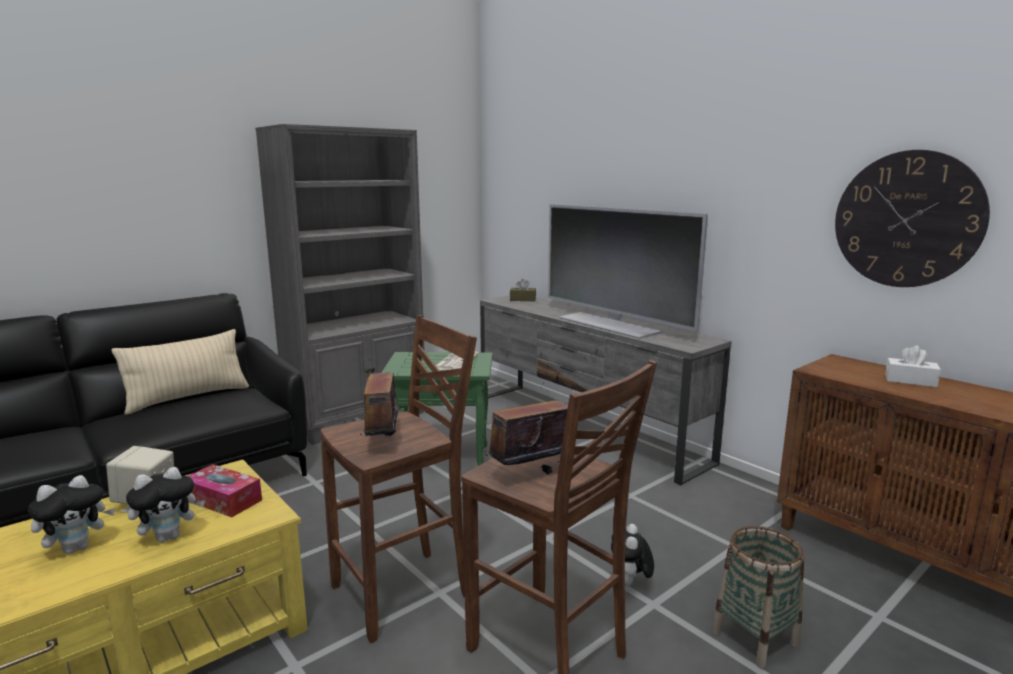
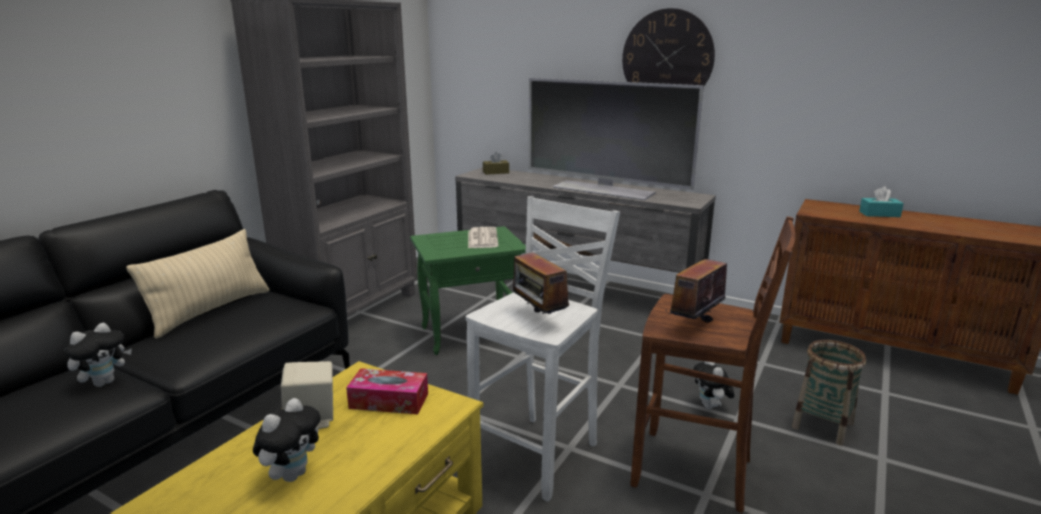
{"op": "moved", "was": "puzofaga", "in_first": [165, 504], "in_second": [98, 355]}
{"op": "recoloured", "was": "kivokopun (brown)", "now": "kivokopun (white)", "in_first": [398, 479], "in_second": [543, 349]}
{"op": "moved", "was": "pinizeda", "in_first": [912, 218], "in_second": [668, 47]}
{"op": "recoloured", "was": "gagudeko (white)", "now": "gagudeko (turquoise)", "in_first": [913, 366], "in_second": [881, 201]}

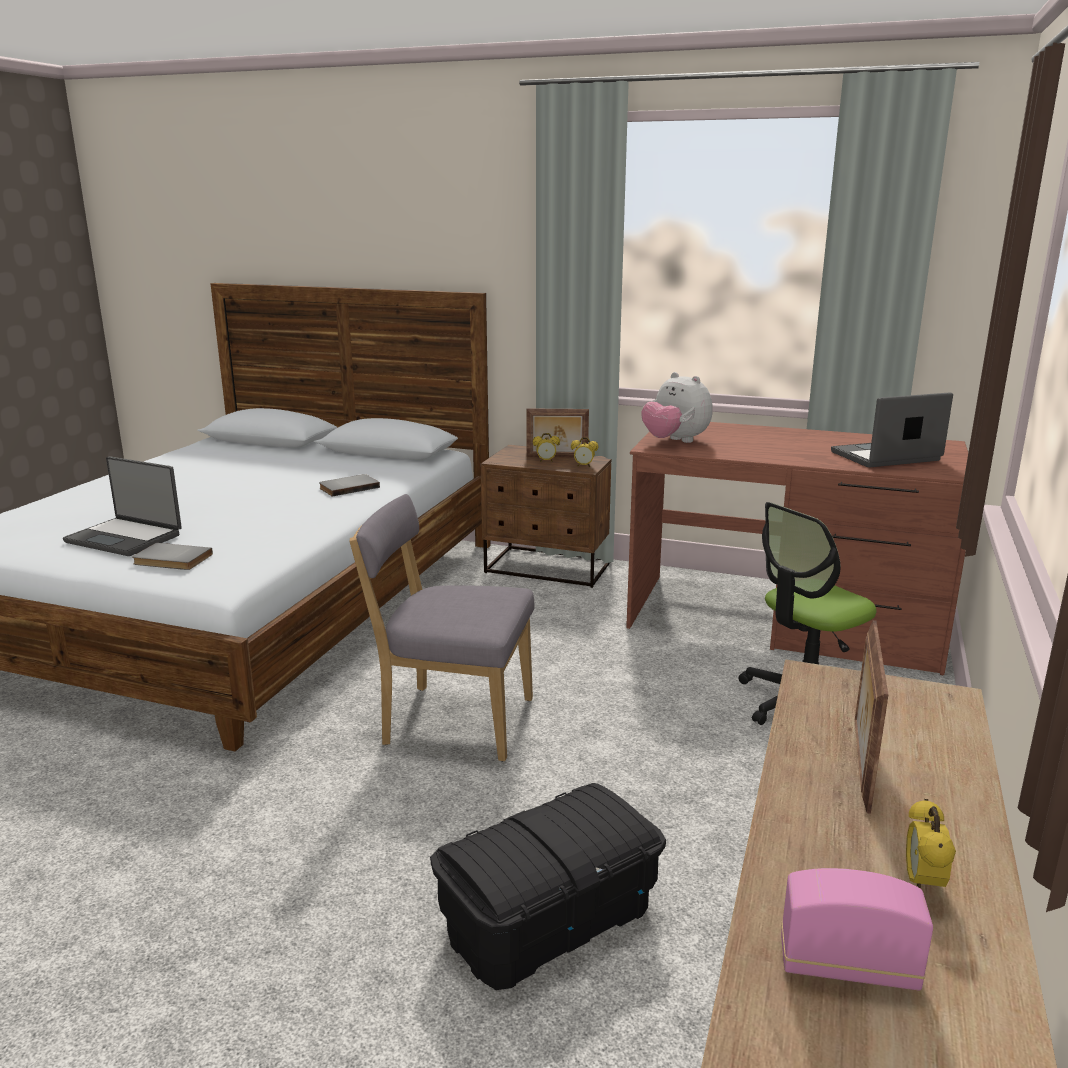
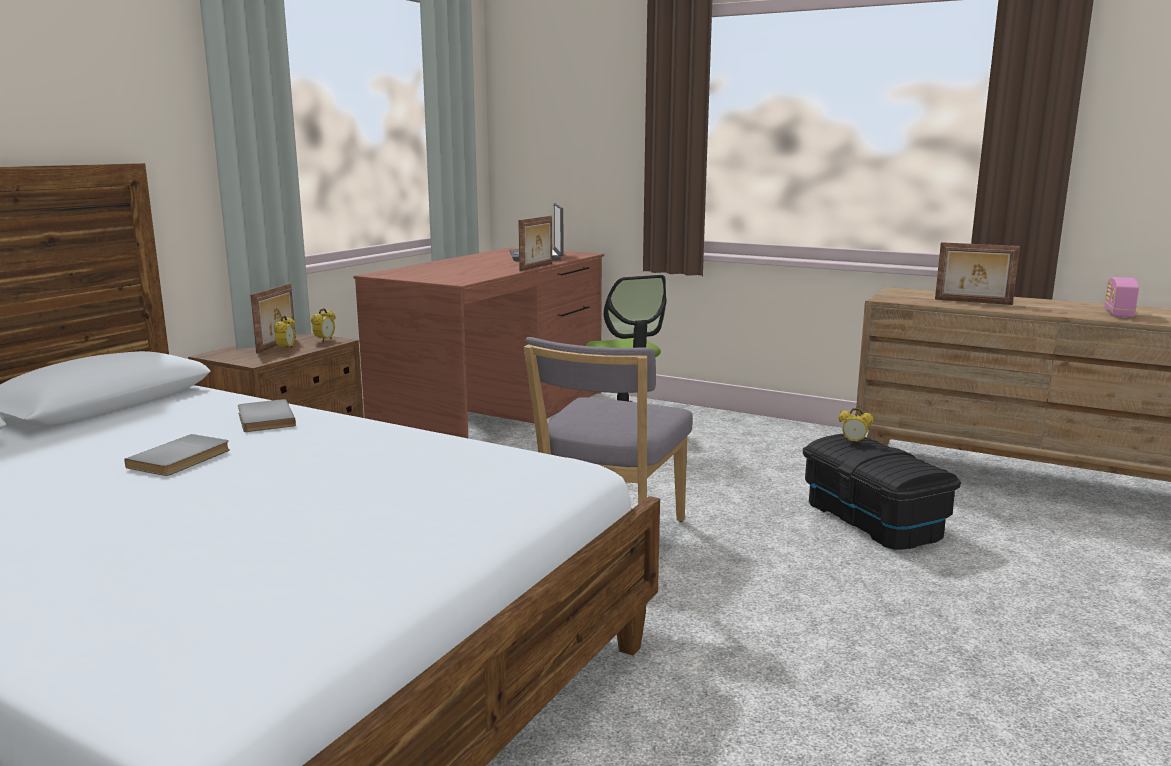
{"op": "moved", "was": "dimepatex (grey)", "in_first": [172, 556], "in_second": [177, 455]}
{"op": "added", "now": "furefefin", "in_second": [535, 243]}
{"op": "moved", "was": "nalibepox", "in_first": [931, 844], "in_second": [856, 426]}
{"op": "removed", "was": "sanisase", "in_first": [122, 506]}
{"op": "removed", "was": "puzofaga", "in_first": [677, 407]}

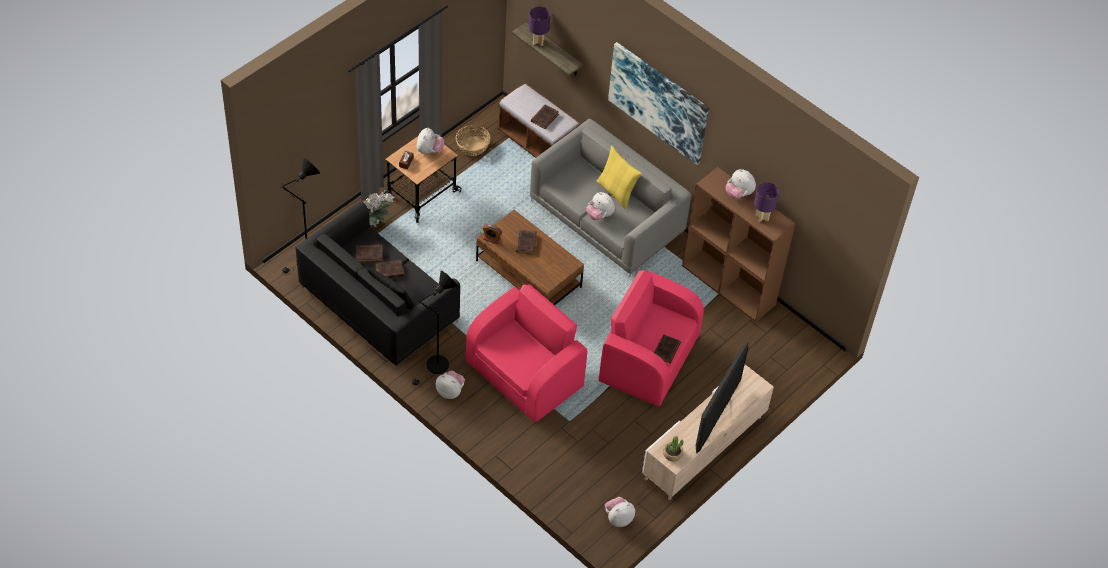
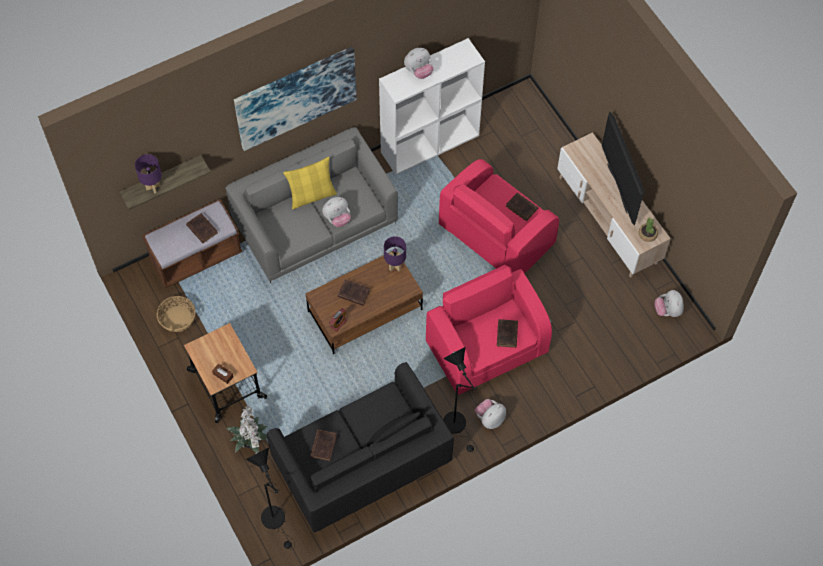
{"op": "recoloured", "was": "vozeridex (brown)", "now": "vozeridex (white)", "in_first": [739, 245], "in_second": [432, 106]}
{"op": "moved", "was": "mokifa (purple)", "in_first": [766, 202], "in_second": [395, 253]}
{"op": "moved", "was": "dimepatex (brown)", "in_first": [389, 269], "in_second": [507, 333]}
{"op": "turned", "was": "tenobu", "in_first": [722, 398], "in_second": [623, 168], "clockwise": -150}
{"op": "removed", "was": "puzofaga", "in_first": [430, 140]}

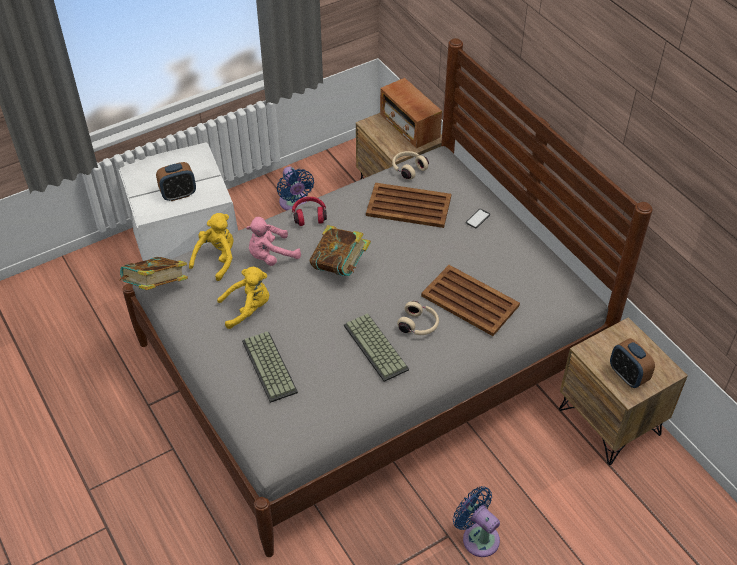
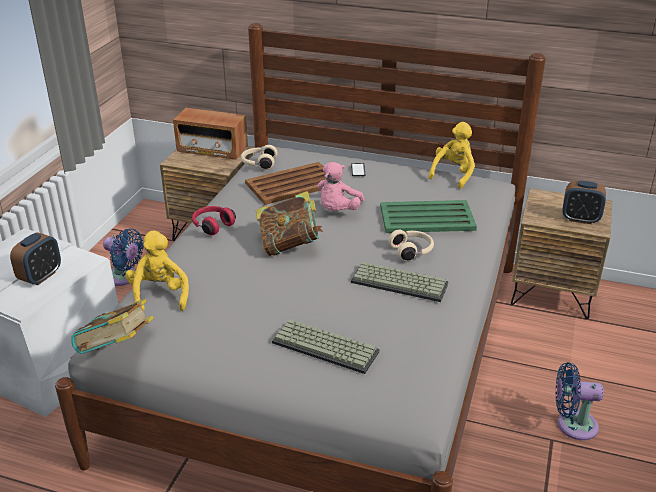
{"op": "moved", "was": "puzofaga (pink)", "in_first": [273, 241], "in_second": [341, 186]}
{"op": "recoloured", "was": "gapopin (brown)", "now": "gapopin (green)", "in_first": [470, 300], "in_second": [428, 216]}
{"op": "moved", "was": "puzofaga (yellow)", "in_first": [243, 298], "in_second": [451, 155]}

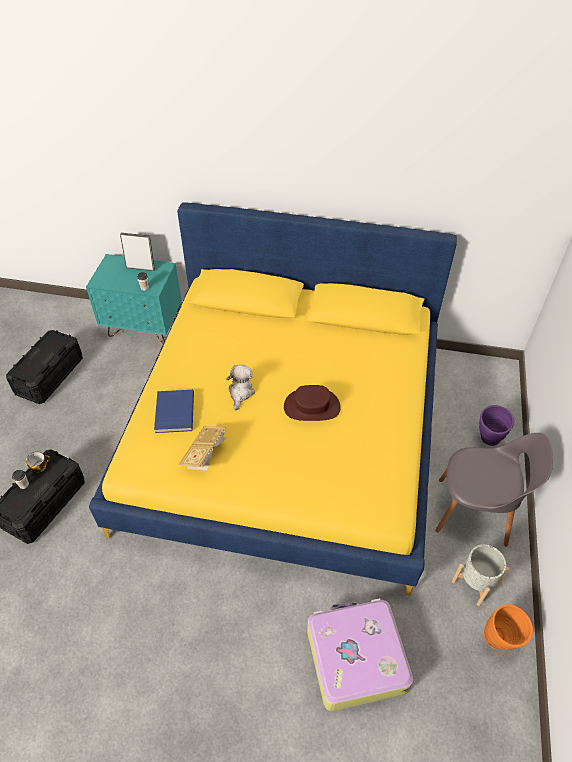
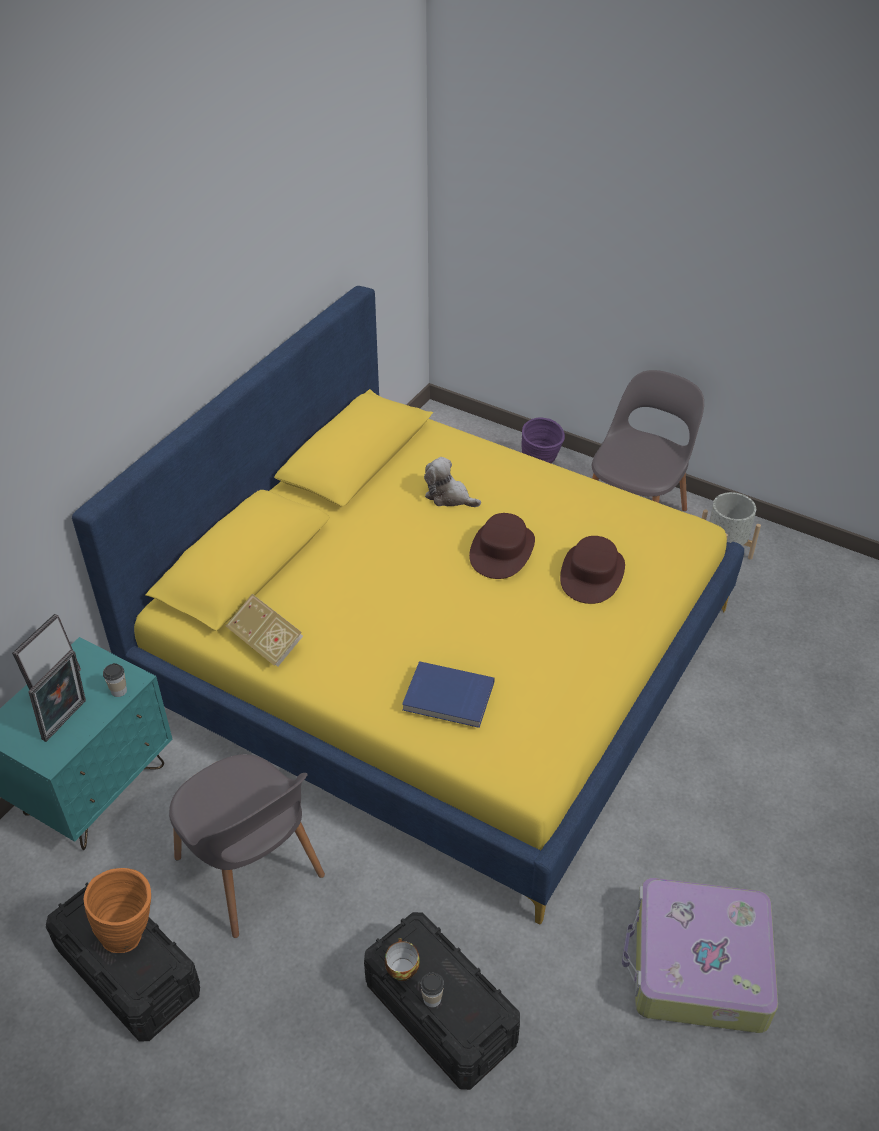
{"op": "added", "now": "furefefin", "in_second": [57, 696]}
{"op": "moved", "was": "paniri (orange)", "in_first": [508, 627], "in_second": [117, 910]}
{"op": "added", "now": "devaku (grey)", "in_second": [247, 846]}
{"op": "moved", "was": "dimepatex", "in_first": [202, 448], "in_second": [264, 630]}
{"op": "moved", "was": "puzofaga", "in_first": [240, 388], "in_second": [452, 482]}
{"op": "added", "now": "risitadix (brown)", "in_second": [592, 570]}
{"op": "moved", "was": "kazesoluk", "in_first": [360, 654], "in_second": [700, 955]}

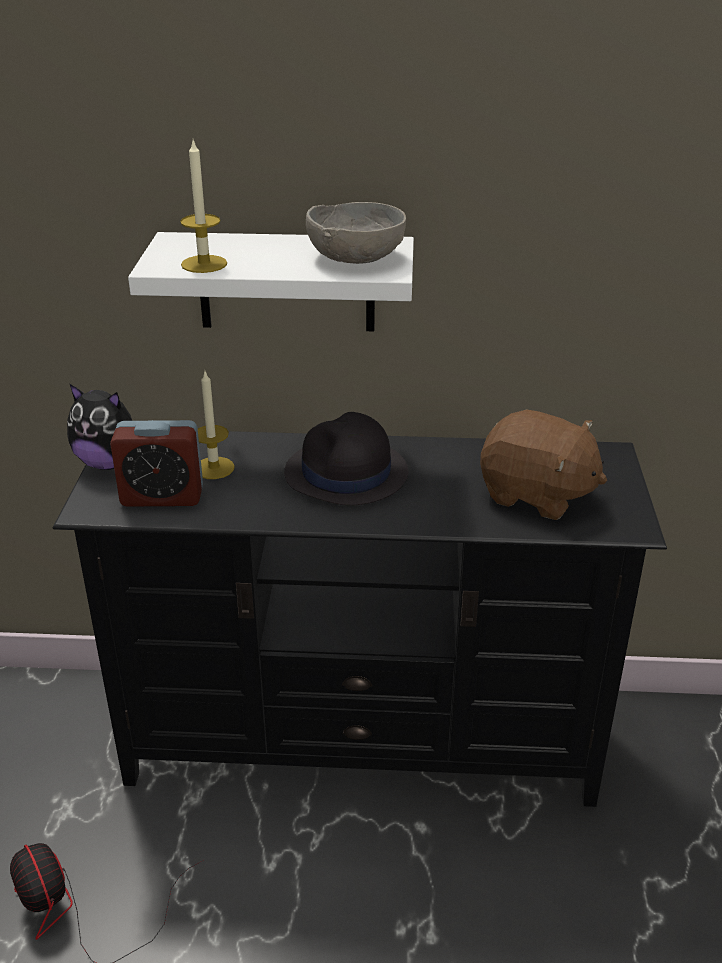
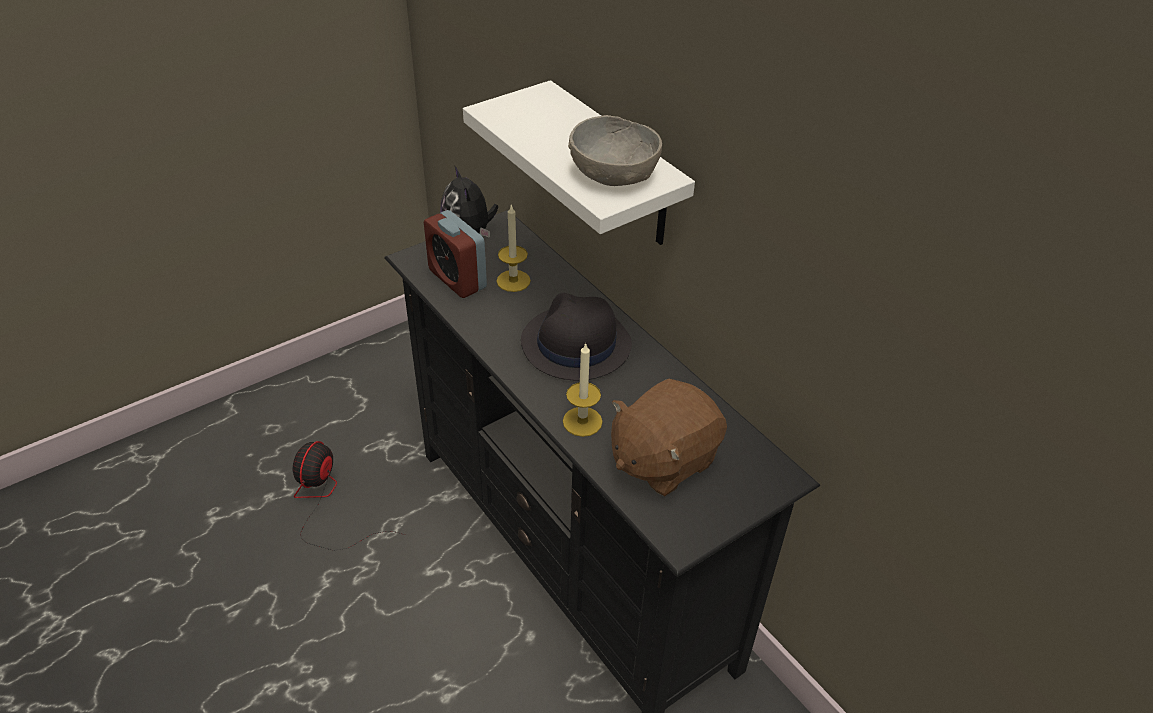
{"op": "moved", "was": "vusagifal", "in_first": [203, 206], "in_second": [583, 389]}
{"op": "turned", "was": "puzofaga (brown)", "in_first": [543, 465], "in_second": [669, 437], "clockwise": 60}

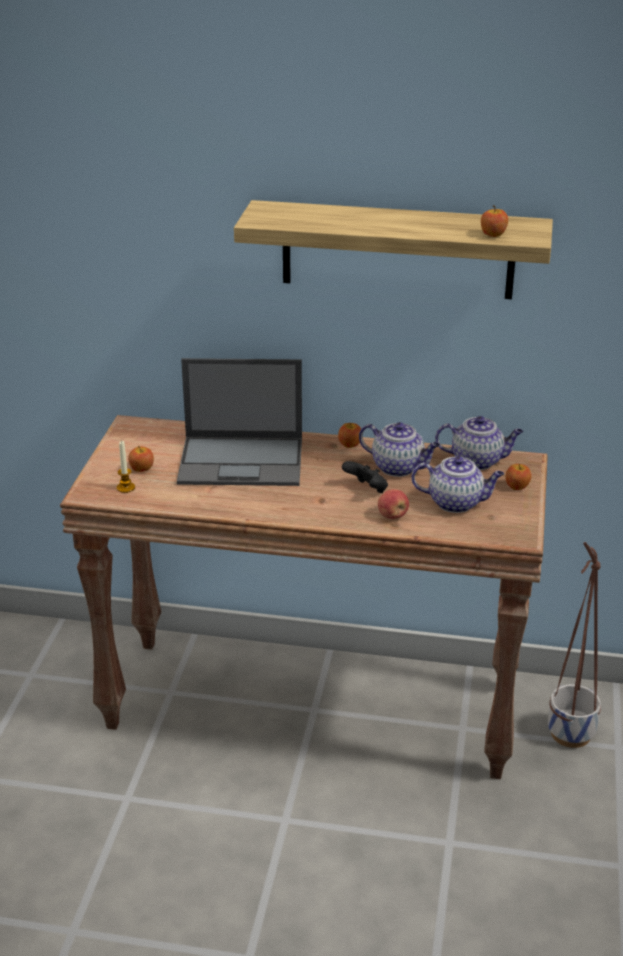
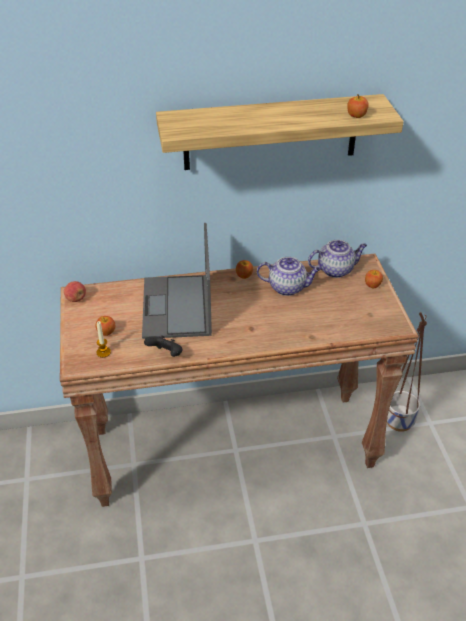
{"op": "moved", "was": "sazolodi", "in_first": [393, 504], "in_second": [75, 291]}
{"op": "turned", "was": "sanisase", "in_first": [239, 422], "in_second": [177, 281], "clockwise": 105}
{"op": "moved", "was": "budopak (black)", "in_first": [365, 477], "in_second": [163, 346]}
{"op": "removed", "was": "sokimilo", "in_first": [457, 484]}

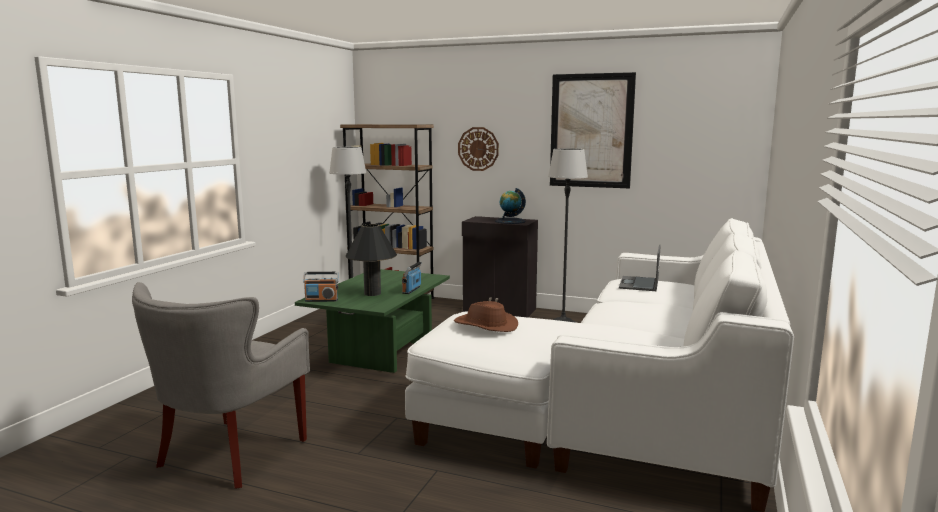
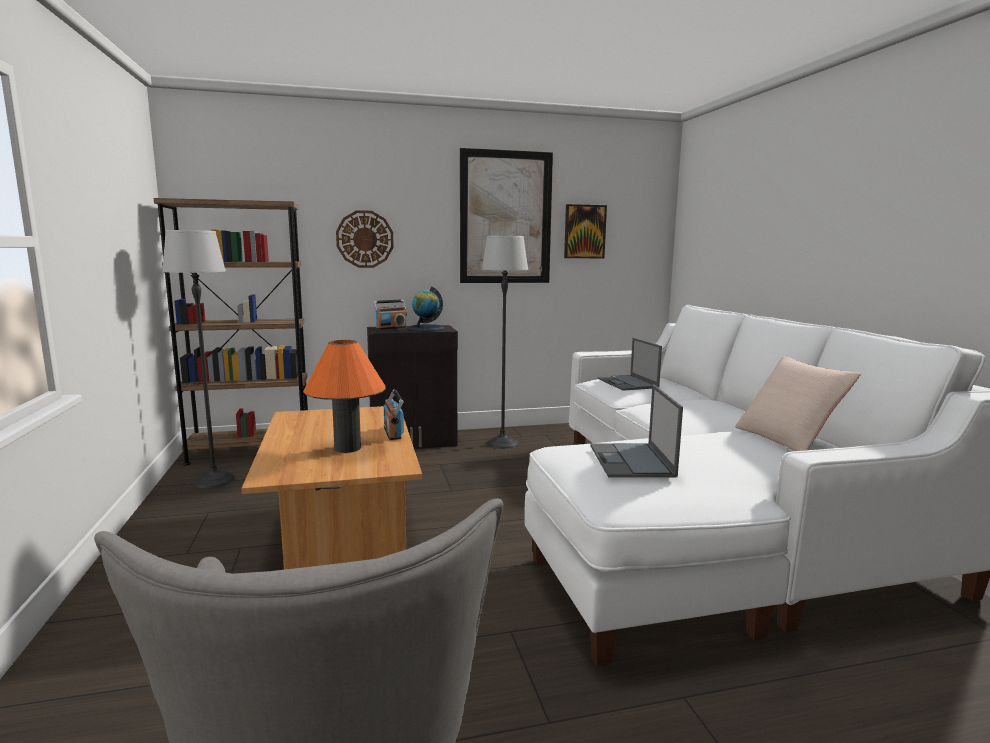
{"op": "recoloured", "was": "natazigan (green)", "now": "natazigan (brown)", "in_first": [372, 321], "in_second": [331, 488]}
{"op": "recoloured", "was": "mokifa (black)", "now": "mokifa (orange)", "in_first": [371, 260], "in_second": [344, 396]}
{"op": "moved", "was": "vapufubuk", "in_first": [320, 287], "in_second": [390, 314]}
{"op": "added", "now": "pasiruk", "in_second": [585, 231]}
{"op": "replaced", "was": "risitadix (brown)", "now": "sanisase", "in_first": [486, 316], "in_second": [636, 431]}
{"op": "added", "now": "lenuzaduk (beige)", "in_second": [797, 403]}

